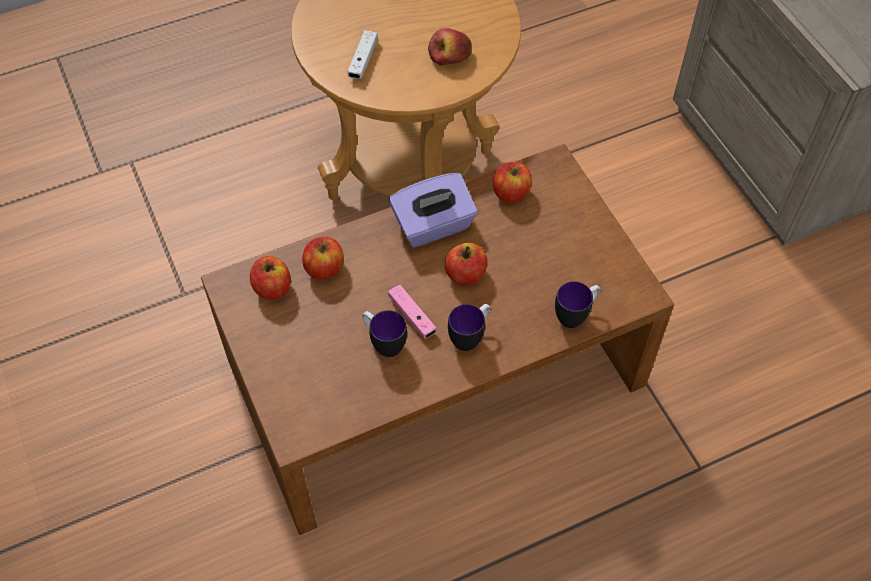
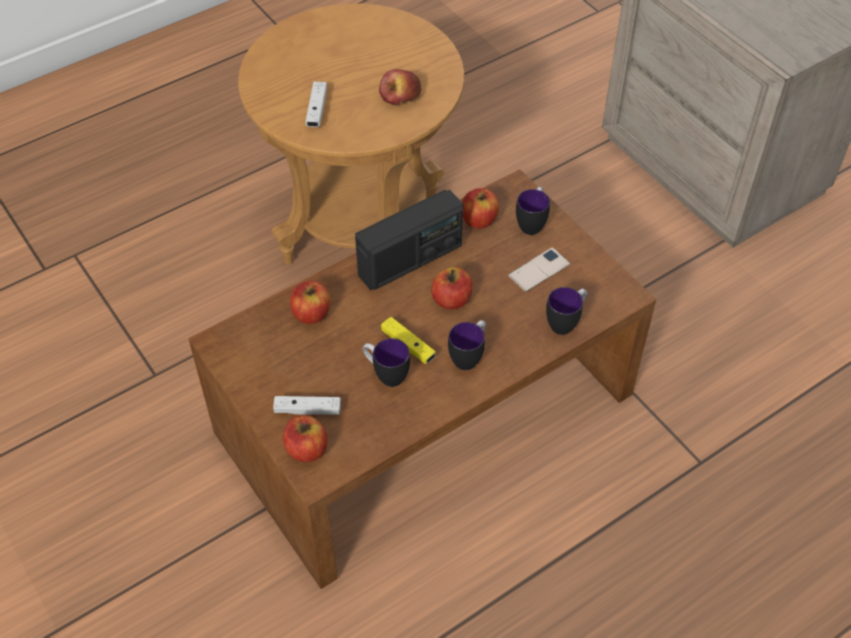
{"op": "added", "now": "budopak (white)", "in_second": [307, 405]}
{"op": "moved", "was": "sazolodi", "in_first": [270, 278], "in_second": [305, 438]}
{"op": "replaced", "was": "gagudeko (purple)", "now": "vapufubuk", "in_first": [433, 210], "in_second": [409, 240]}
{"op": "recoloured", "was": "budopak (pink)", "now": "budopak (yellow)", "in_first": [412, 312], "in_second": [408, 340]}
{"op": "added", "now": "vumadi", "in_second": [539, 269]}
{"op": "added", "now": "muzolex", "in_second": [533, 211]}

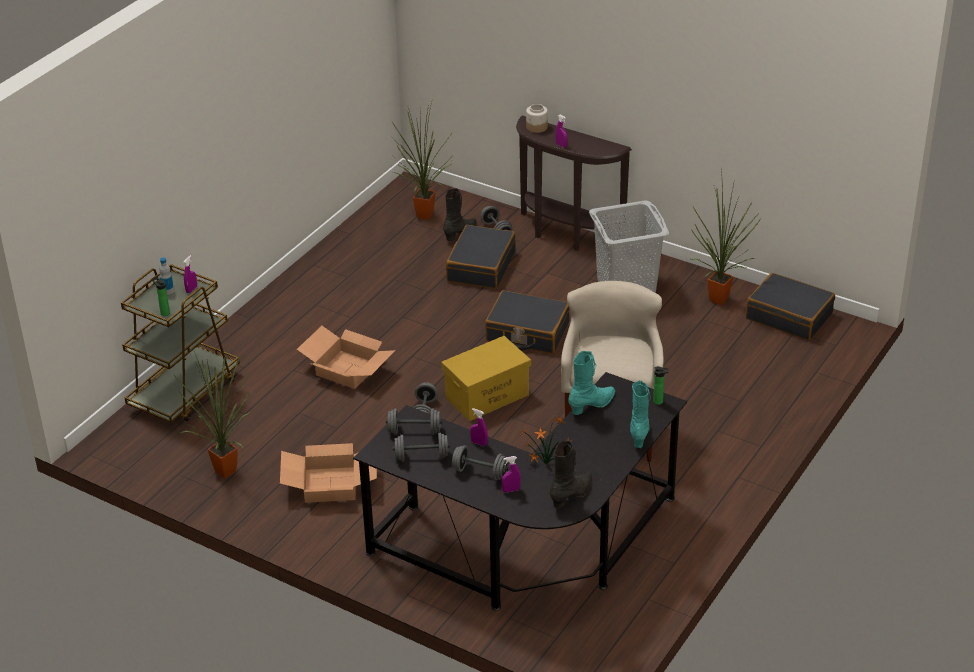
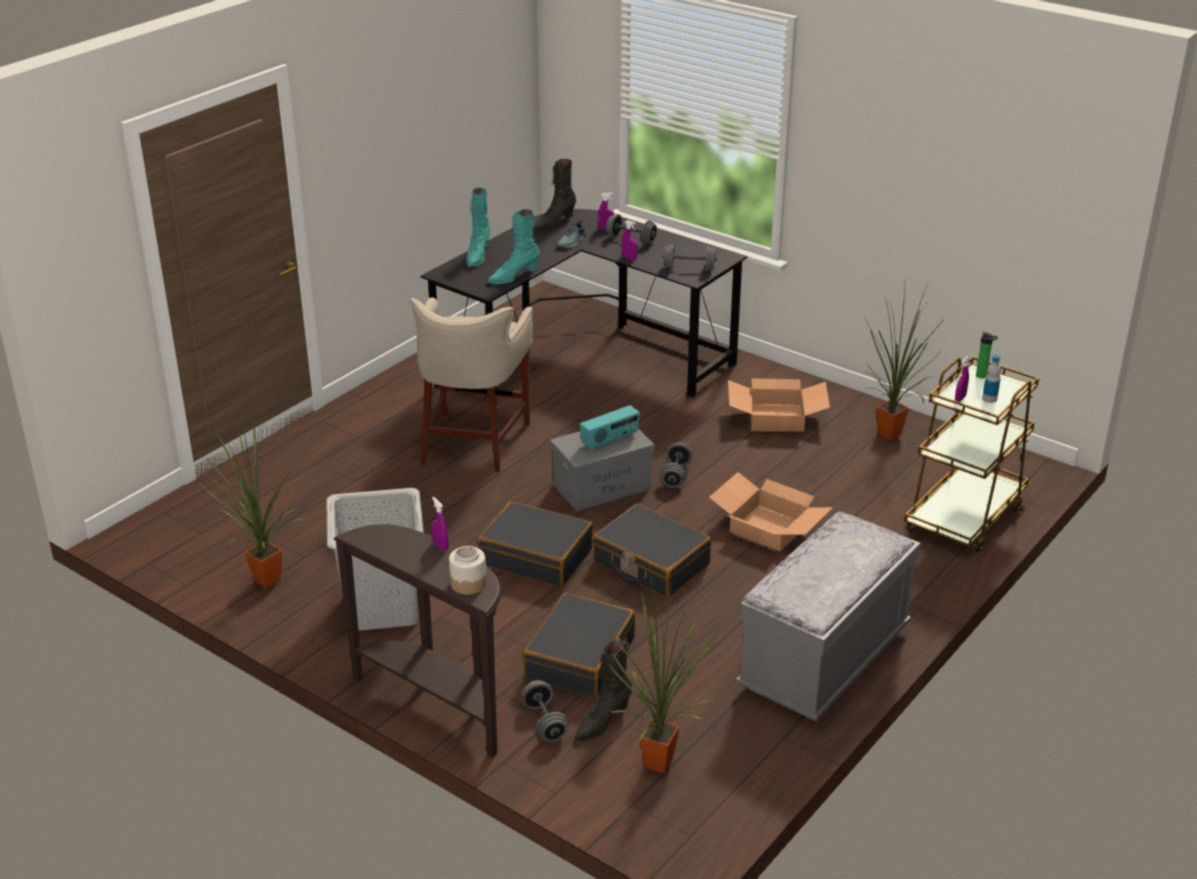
{"op": "recoloured", "was": "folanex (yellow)", "now": "folanex (grey)", "in_first": [486, 378], "in_second": [602, 470]}
{"op": "replaced", "was": "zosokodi", "now": "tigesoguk", "in_first": [545, 440], "in_second": [571, 234]}
{"op": "added", "now": "vapufubuk", "in_second": [610, 428]}
{"op": "moved", "was": "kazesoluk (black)", "in_first": [790, 306], "in_second": [652, 551]}
{"op": "added", "now": "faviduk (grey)", "in_second": [828, 616]}
{"op": "removed", "was": "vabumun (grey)", "in_first": [421, 447]}
{"op": "removed", "was": "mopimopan", "in_first": [661, 385]}

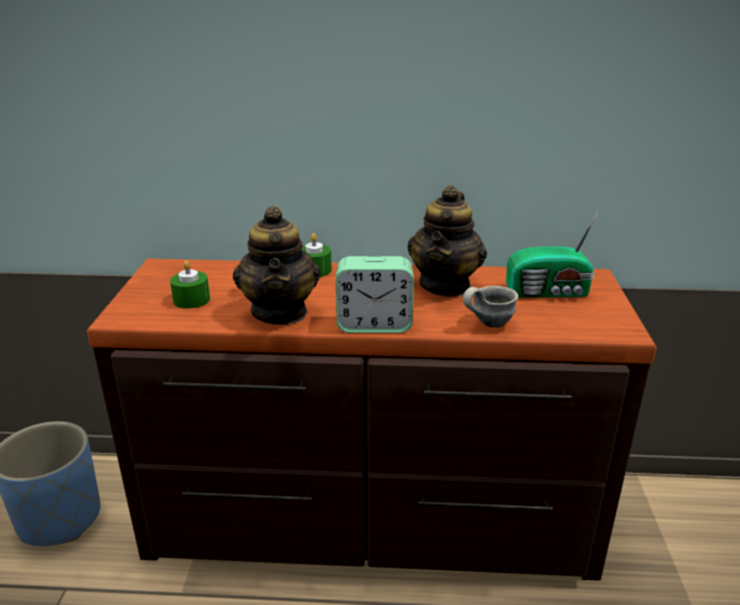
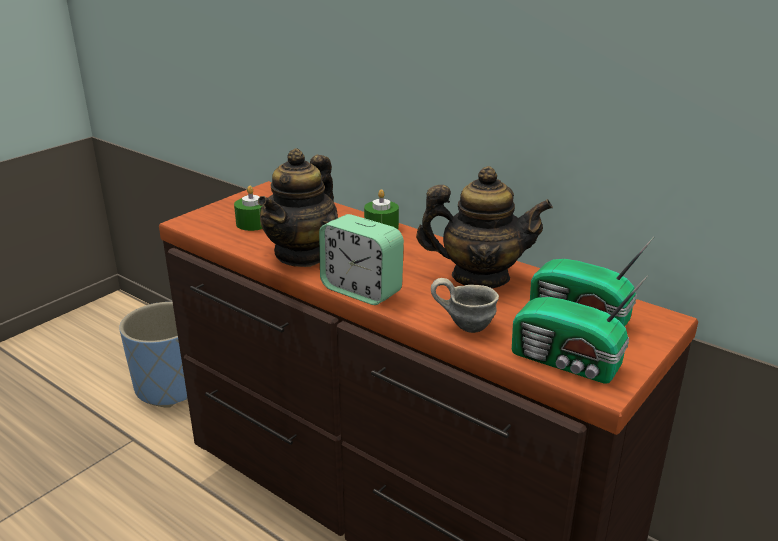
{"op": "turned", "was": "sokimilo", "in_first": [447, 241], "in_second": [484, 227], "clockwise": -135}
{"op": "added", "now": "vapufubuk", "in_second": [580, 329]}

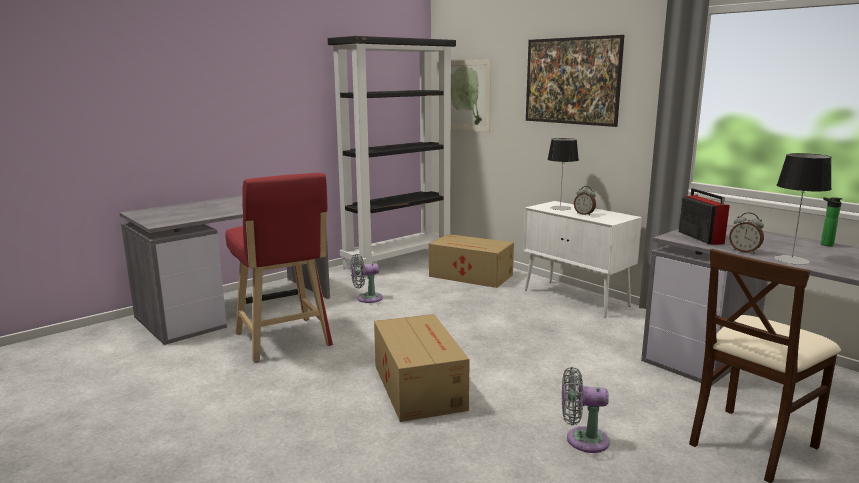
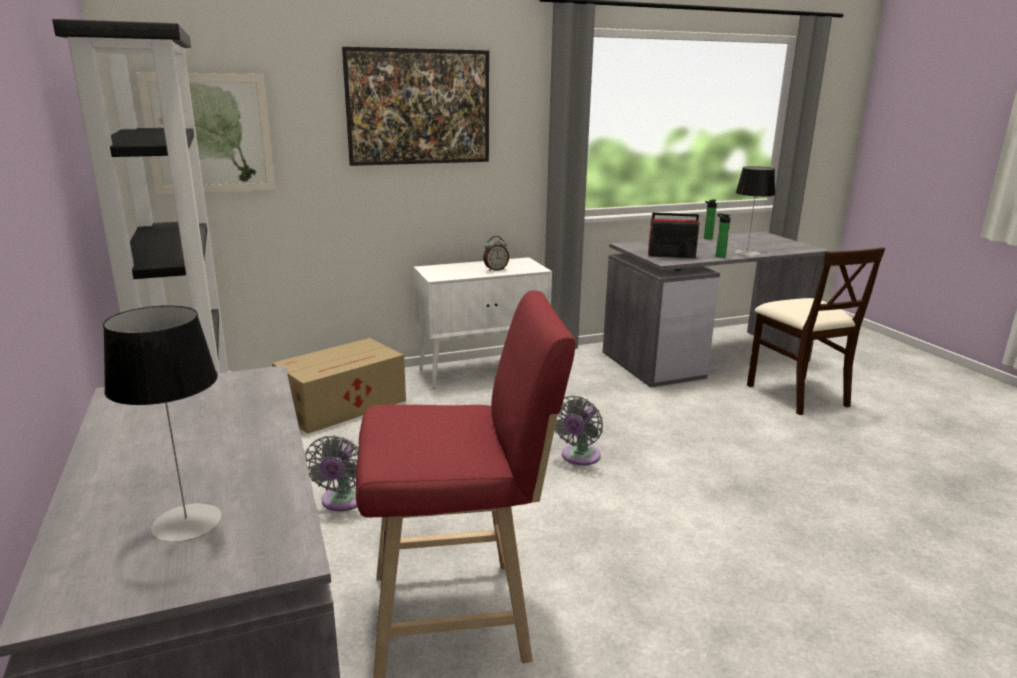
{"op": "moved", "was": "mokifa", "in_first": [563, 174], "in_second": [162, 423]}
{"op": "moved", "was": "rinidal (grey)", "in_first": [586, 410], "in_second": [579, 430]}
{"op": "replaced", "was": "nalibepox", "now": "mopimopan", "in_first": [746, 233], "in_second": [723, 235]}
{"op": "removed", "was": "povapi", "in_first": [422, 368]}

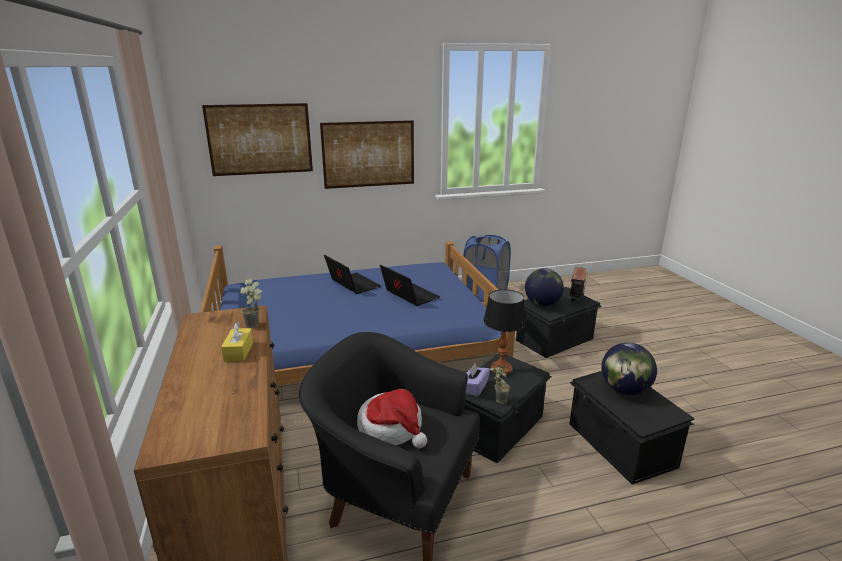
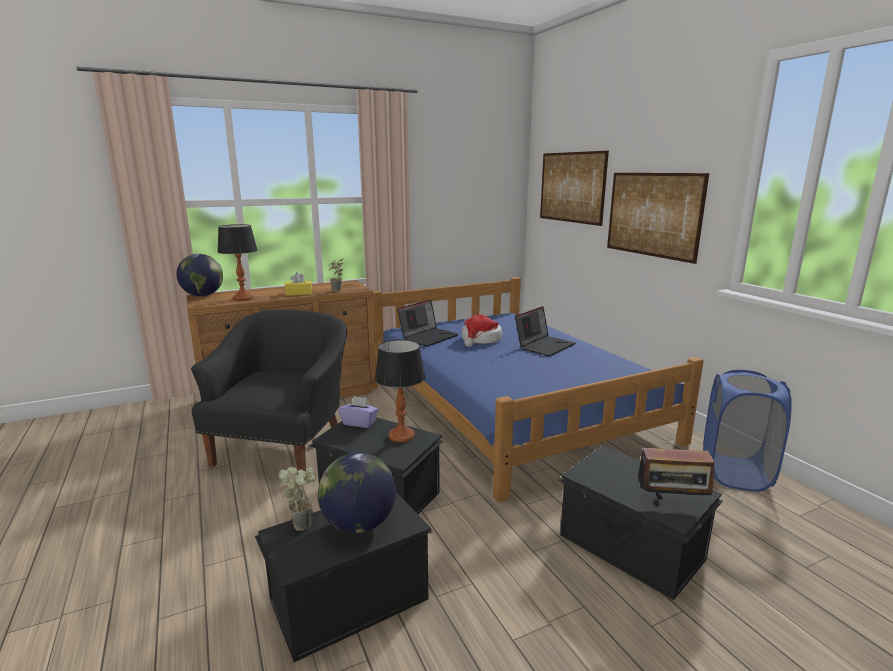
{"op": "moved", "was": "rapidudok", "in_first": [544, 287], "in_second": [200, 275]}
{"op": "added", "now": "mokifa", "in_second": [238, 262]}
{"op": "moved", "was": "zosokodi", "in_first": [500, 383], "in_second": [297, 499]}
{"op": "moved", "was": "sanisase", "in_first": [410, 285], "in_second": [428, 323]}
{"op": "moved", "was": "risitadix", "in_first": [392, 418], "in_second": [482, 330]}

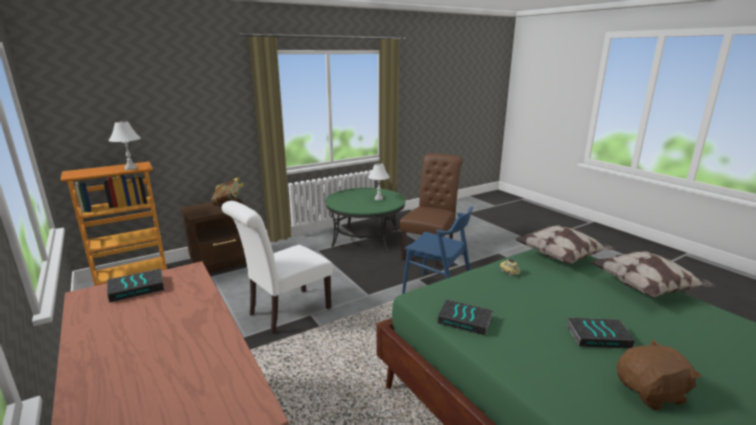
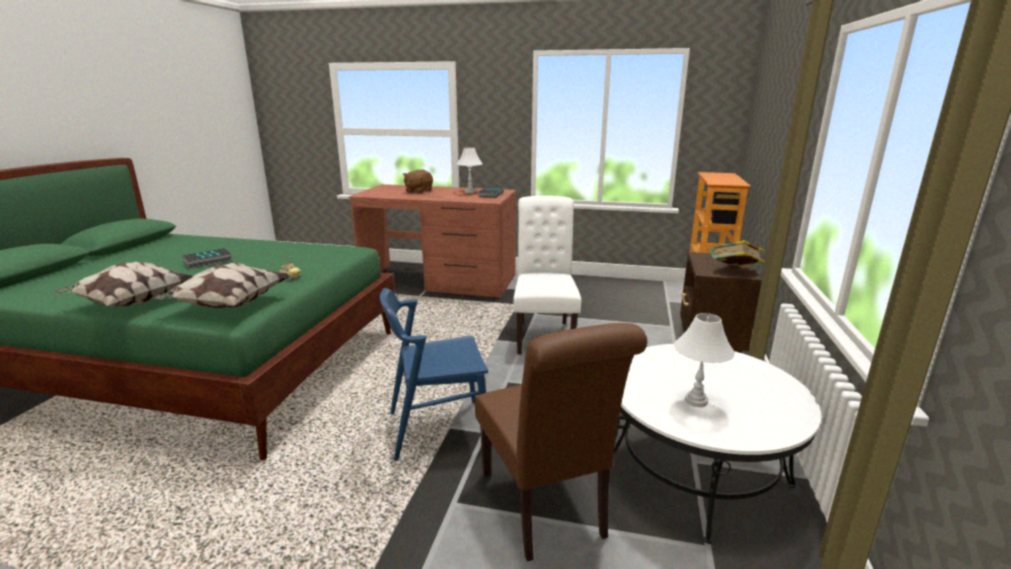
{"op": "moved", "was": "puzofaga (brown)", "in_first": [659, 374], "in_second": [418, 181]}
{"op": "moved", "was": "mokifa (white)", "in_first": [125, 145], "in_second": [470, 170]}
{"op": "recoloured", "was": "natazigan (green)", "now": "natazigan (white)", "in_first": [365, 220], "in_second": [717, 444]}
{"op": "removed", "was": "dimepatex", "in_first": [465, 317]}

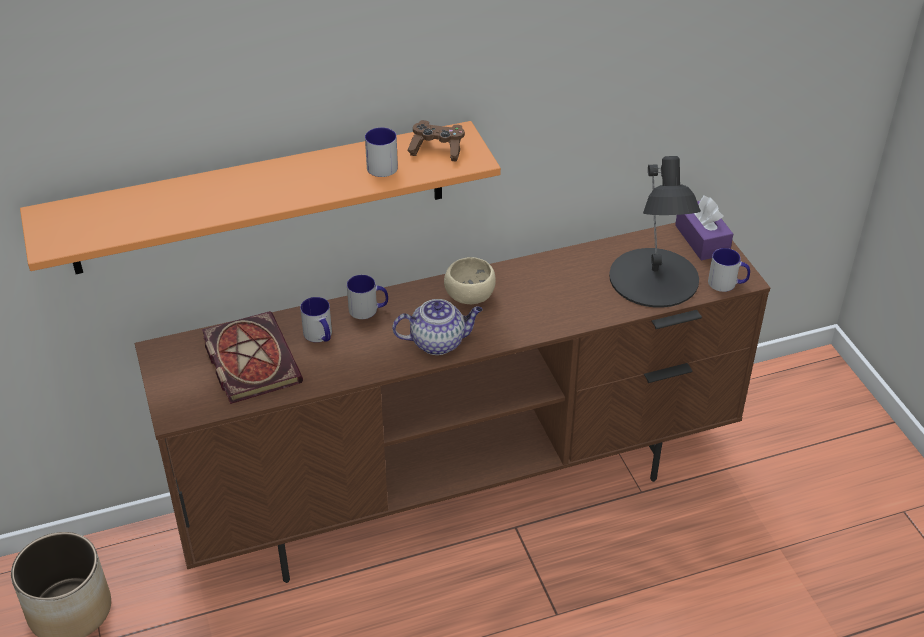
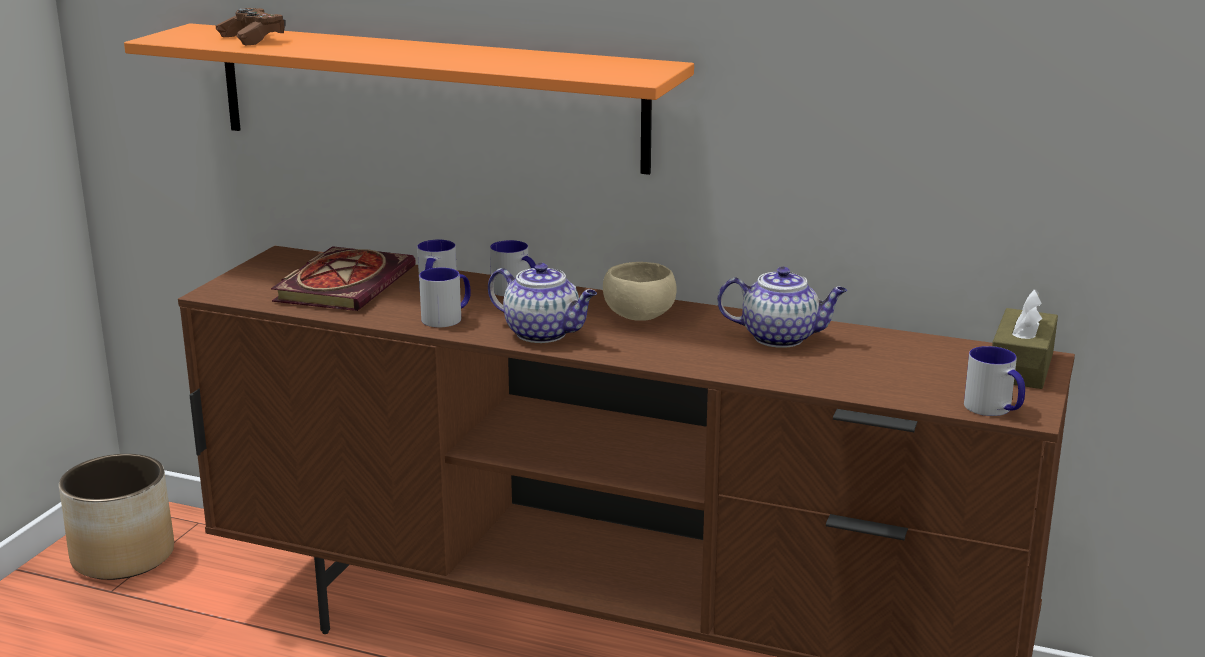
{"op": "moved", "was": "budopak (brown)", "in_first": [436, 141], "in_second": [251, 26]}
{"op": "moved", "was": "muzolex", "in_first": [381, 152], "in_second": [445, 297]}
{"op": "added", "now": "sokimilo", "in_second": [782, 307]}
{"op": "recoloured", "was": "gagudeko (purple)", "now": "gagudeko (brown)", "in_first": [704, 228], "in_second": [1025, 339]}
{"op": "removed", "was": "mokifa (black)", "in_first": [655, 232]}

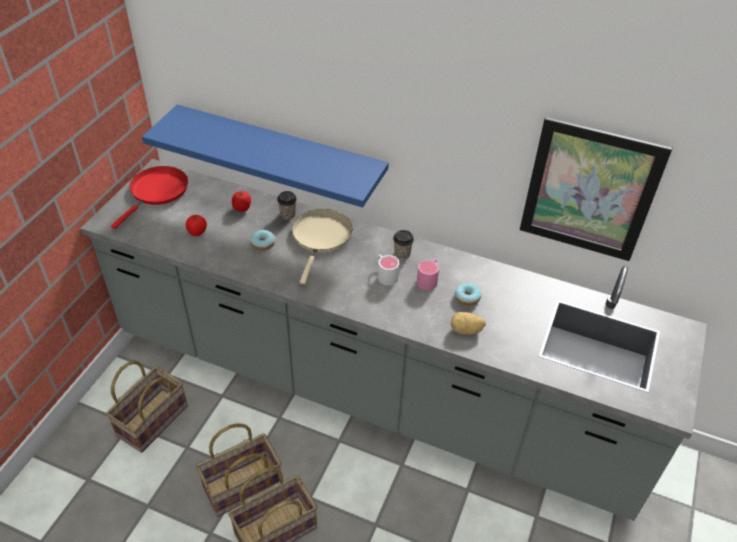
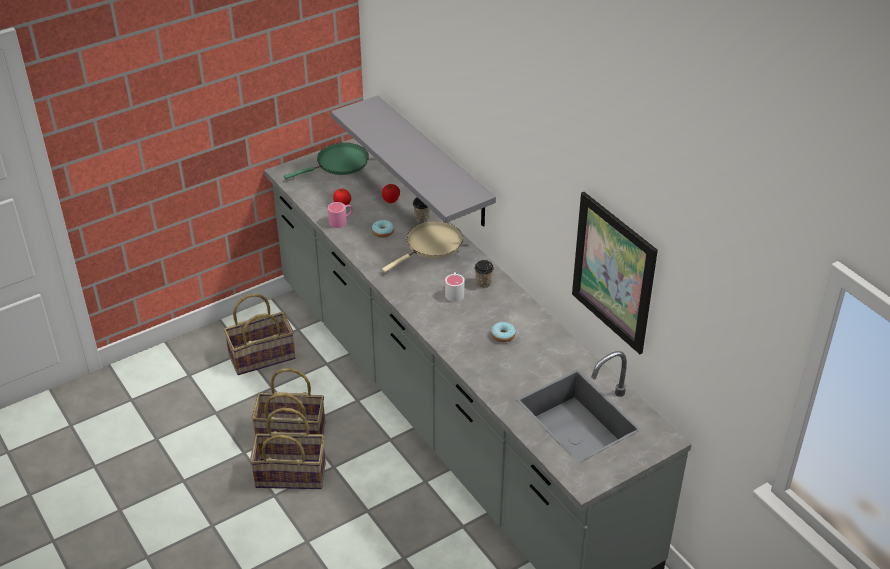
{"op": "recoloured", "was": "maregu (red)", "now": "maregu (green)", "in_first": [149, 197], "in_second": [326, 161]}
{"op": "moved", "was": "muzolex (pink)", "in_first": [428, 274], "in_second": [340, 215]}
{"op": "recoloured", "was": "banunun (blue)", "now": "banunun (grey)", "in_first": [265, 156], "in_second": [413, 161]}
{"op": "removed", "was": "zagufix", "in_first": [468, 323]}

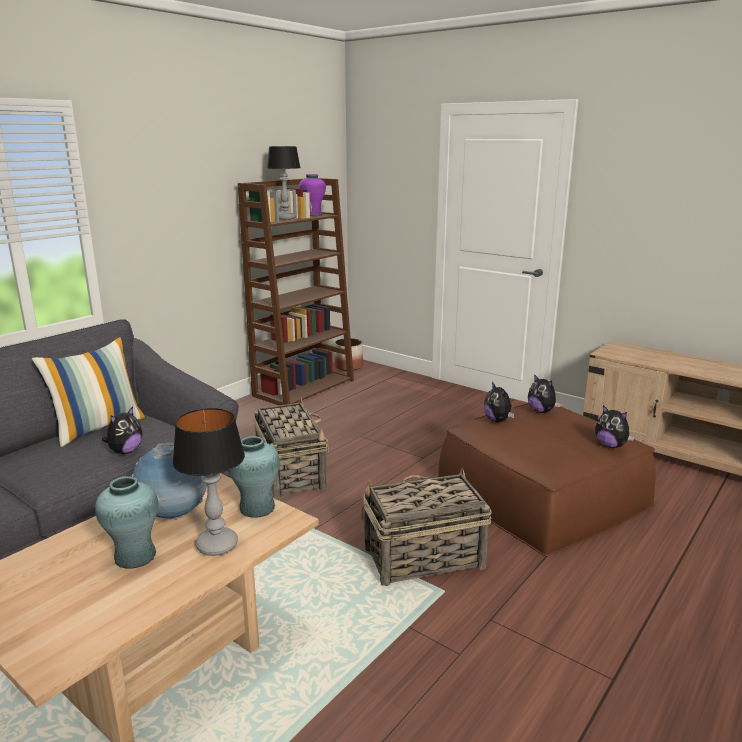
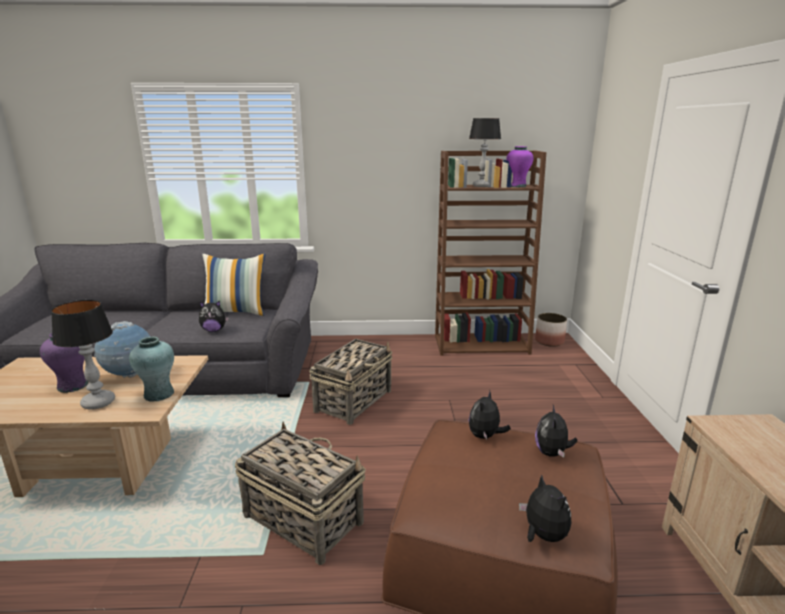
{"op": "recoloured", "was": "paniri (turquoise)", "now": "paniri (purple)", "in_first": [126, 522], "in_second": [64, 363]}
{"op": "turned", "was": "puzofaga", "in_first": [615, 426], "in_second": [545, 508], "clockwise": 150}

